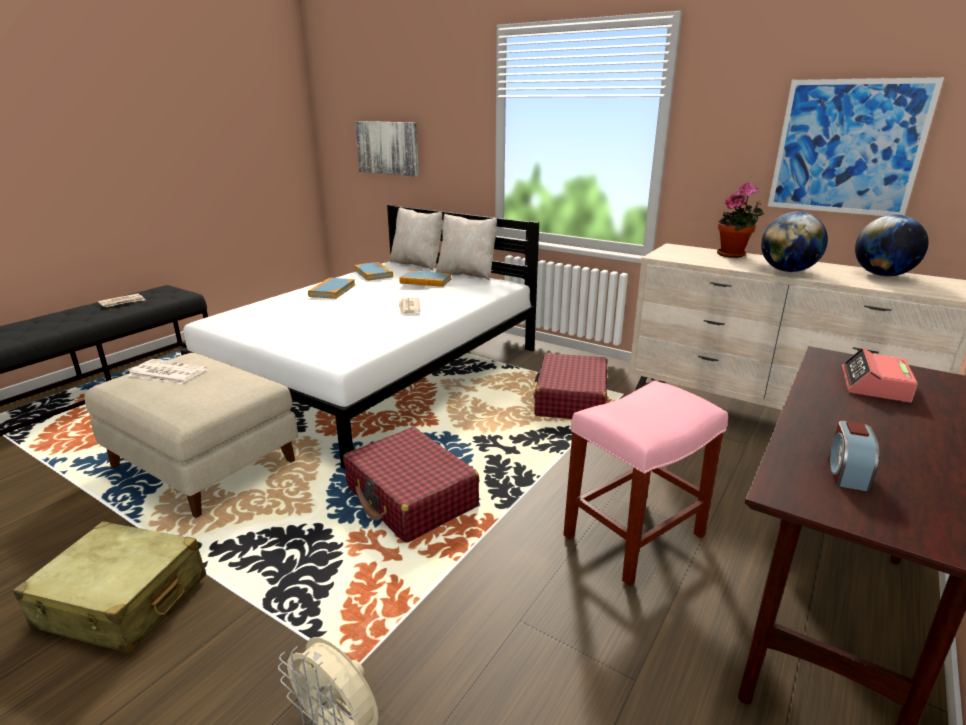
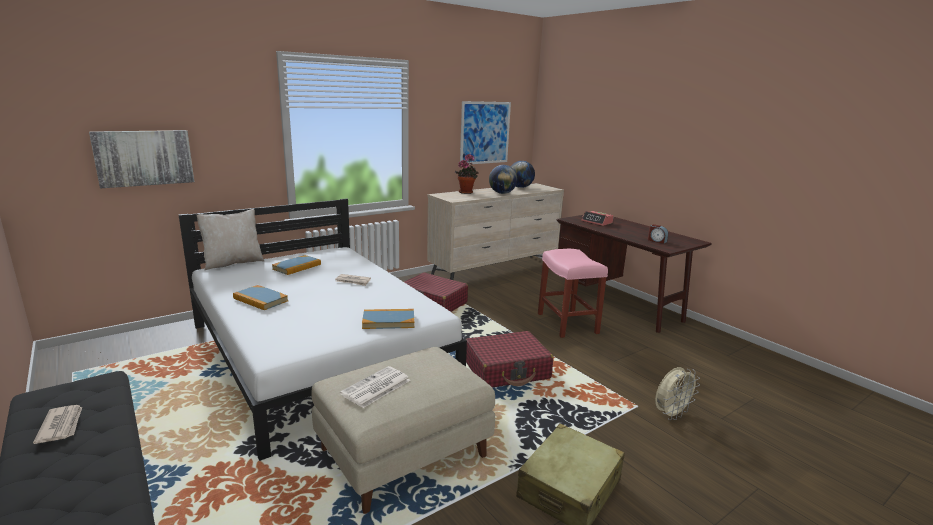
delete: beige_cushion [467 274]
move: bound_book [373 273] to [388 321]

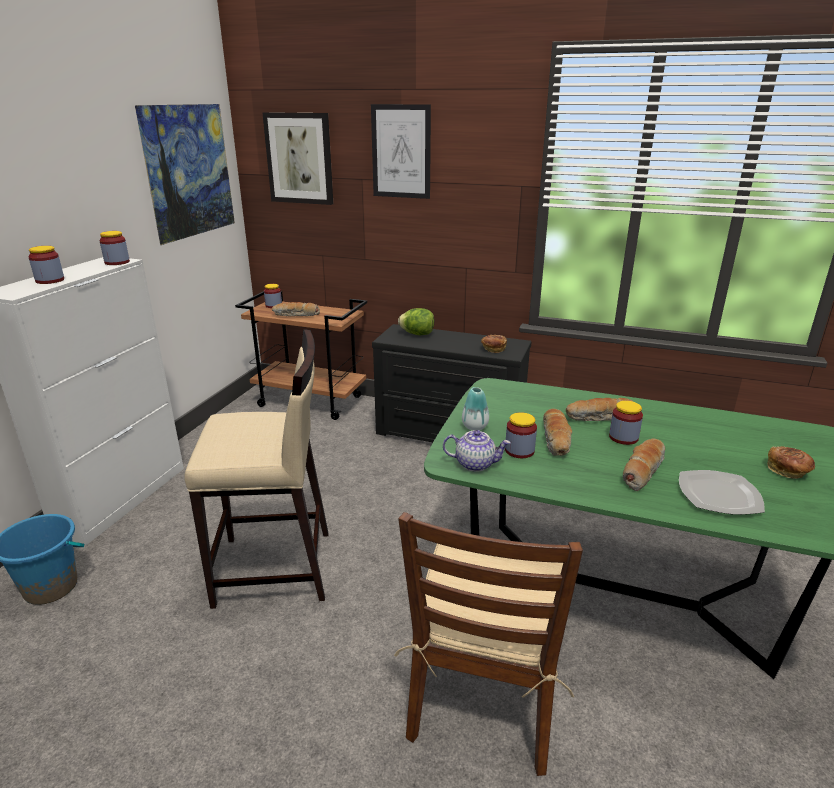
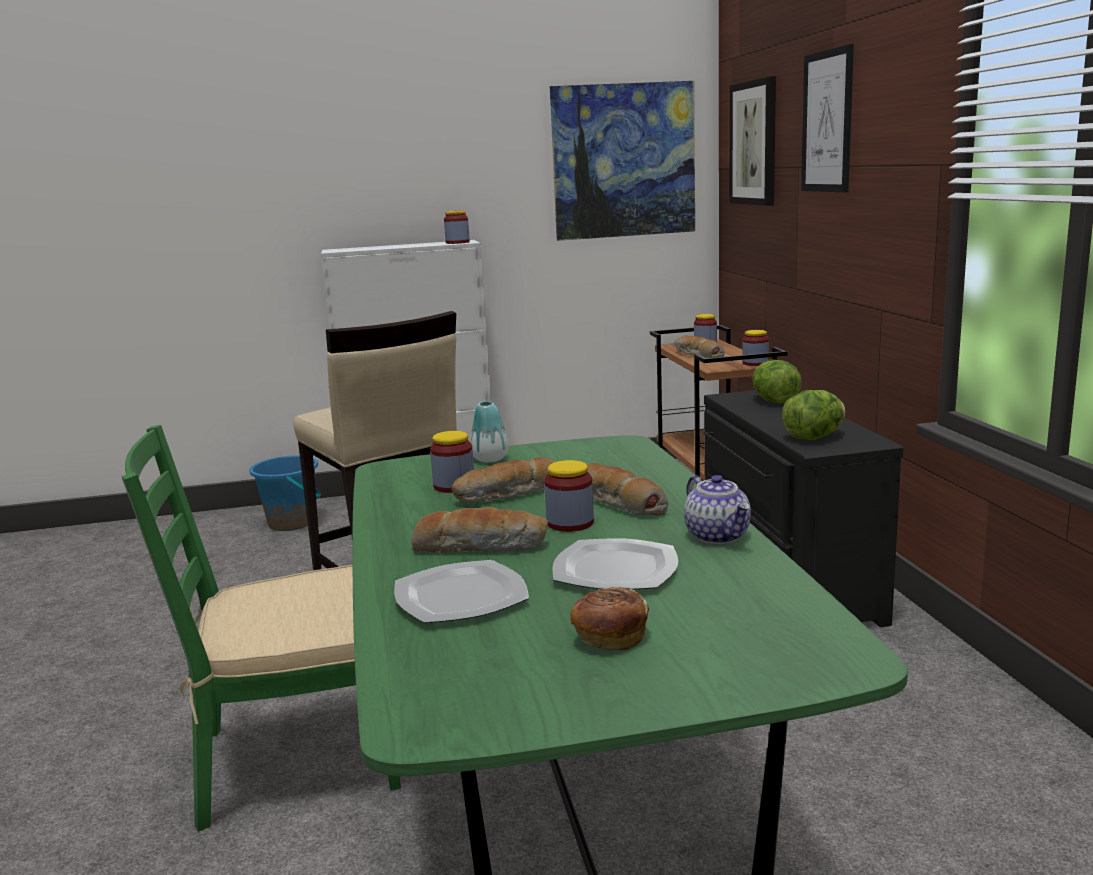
insert: flat_dish [614 569]
move: preserve_jar [50 280] to [755 363]; teapot [475 464] to [718 536]
replace: bread [493 349] to head_of_lettuce [813 437]
recolor: brown-coloured_plain_chair [486 693] to greenish_plain_chair [296 759]

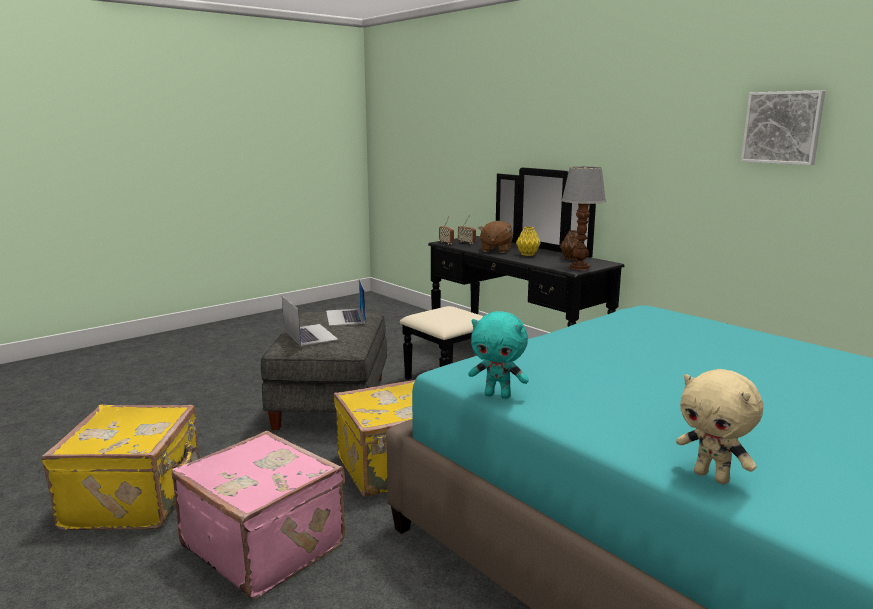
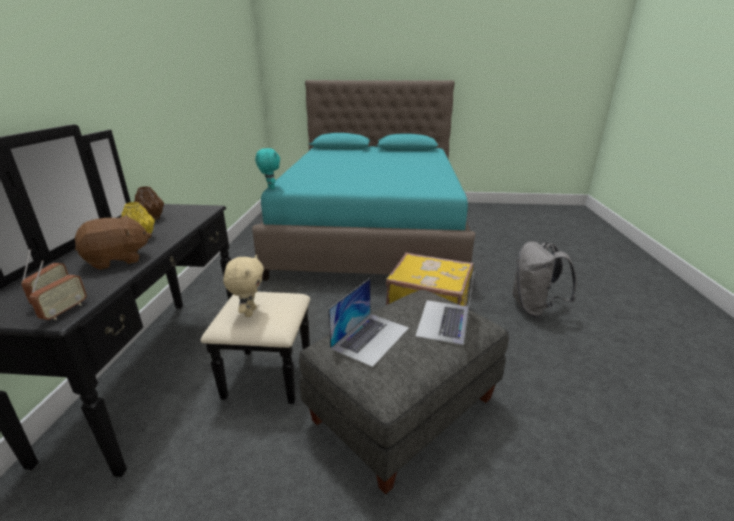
delete: yellow-coloured_suitcase [137 498]; table_lamp [579 267]; wall_picture [782 127]
move: turquoise-coloured_cuddly_toy [498 395] to [270 188]; beige_cuddly_toy [712 477] to [249 312]
replace: pink-coloured_suitcase [265 544] to grey_rucksack [534 308]

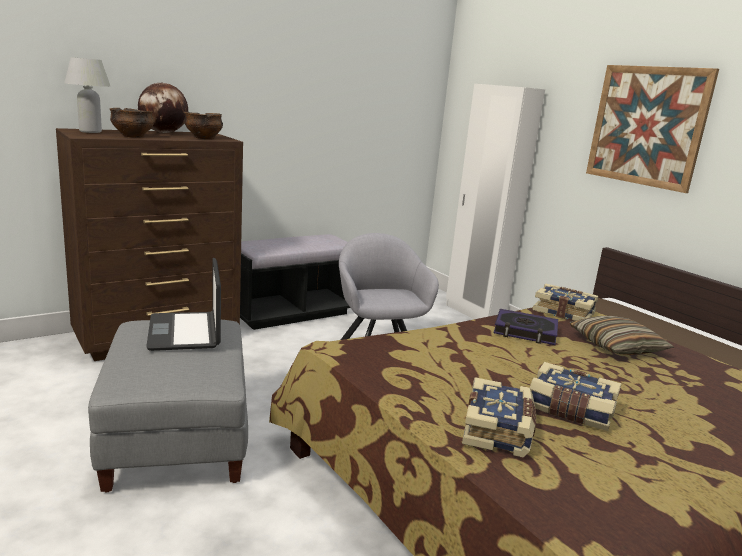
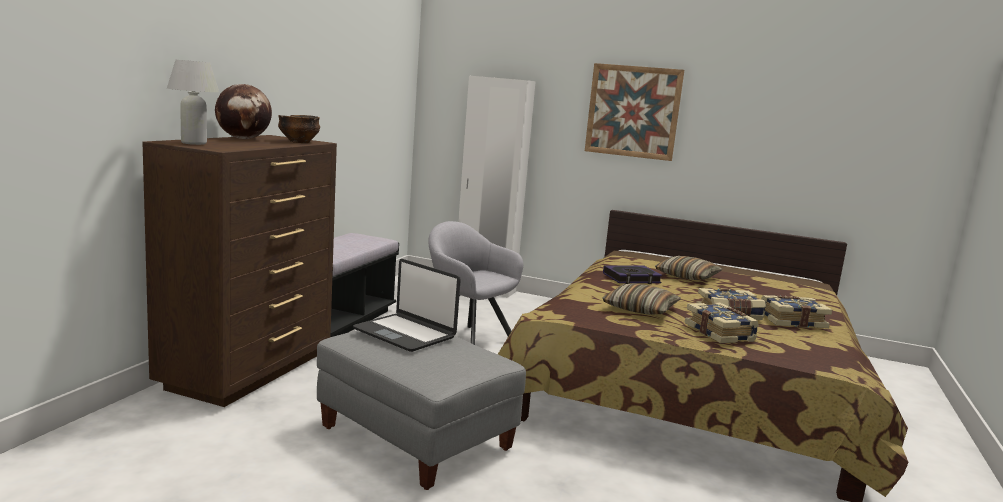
delete: deep_dish [133 136]
insert: cushion [640 309]
move: bound_book [564 312] to [791 321]

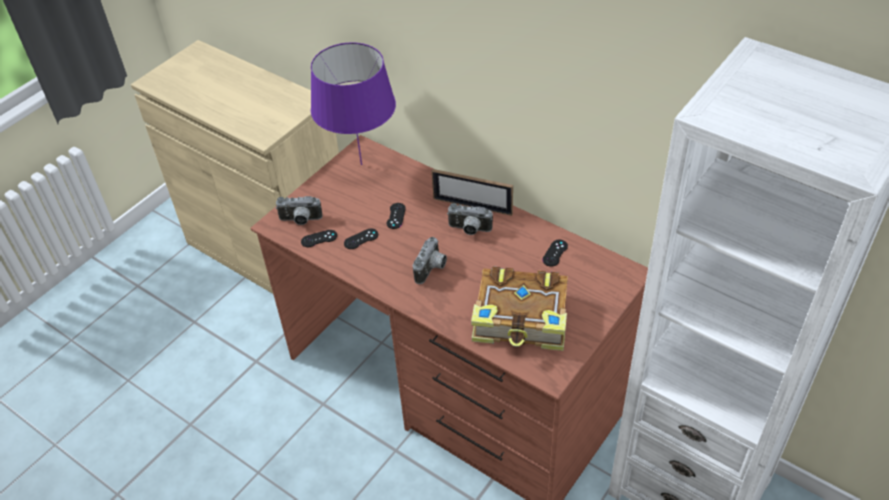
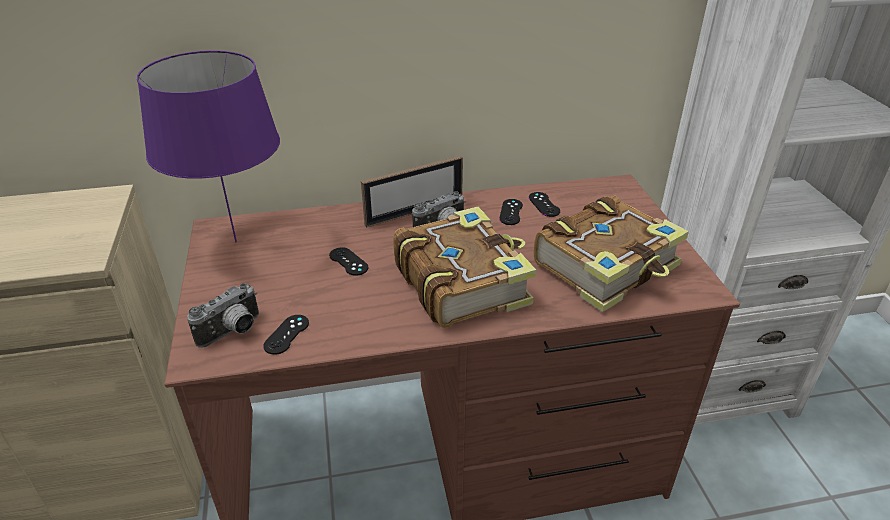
move: black_game_controller [361 239] to [511 212]
replace: still_camera [432 269] to bound_book [462 281]

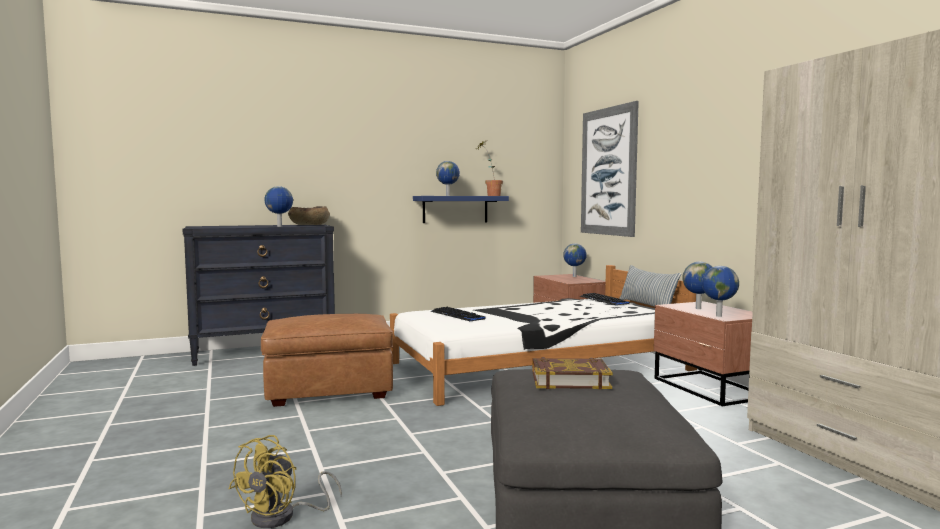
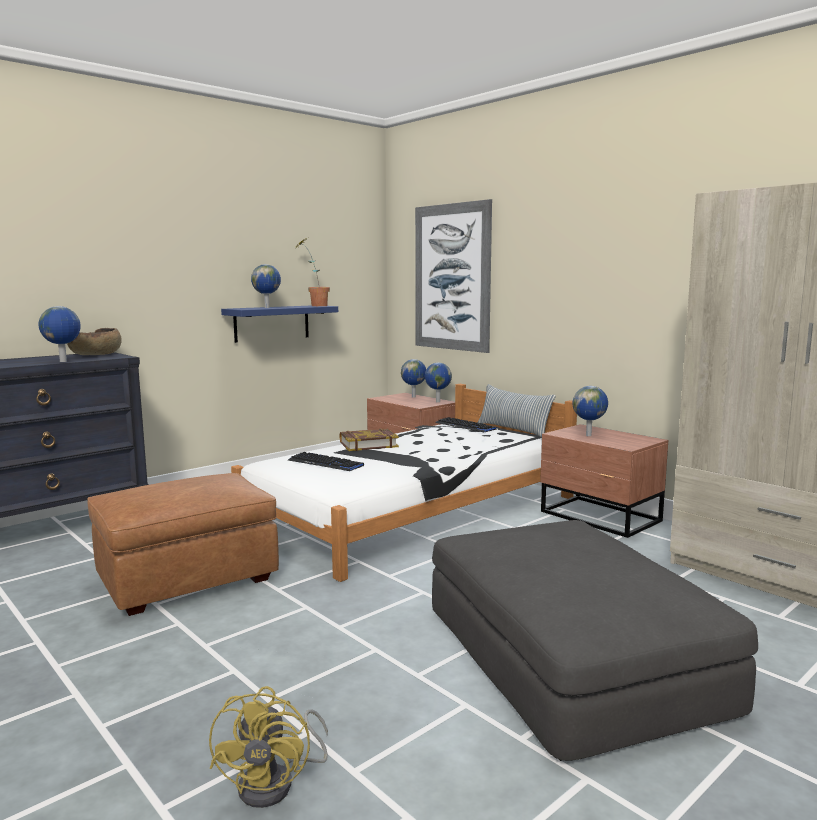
move: bound_book [569 380] to [368 444]; globe [718 316] to [437 401]

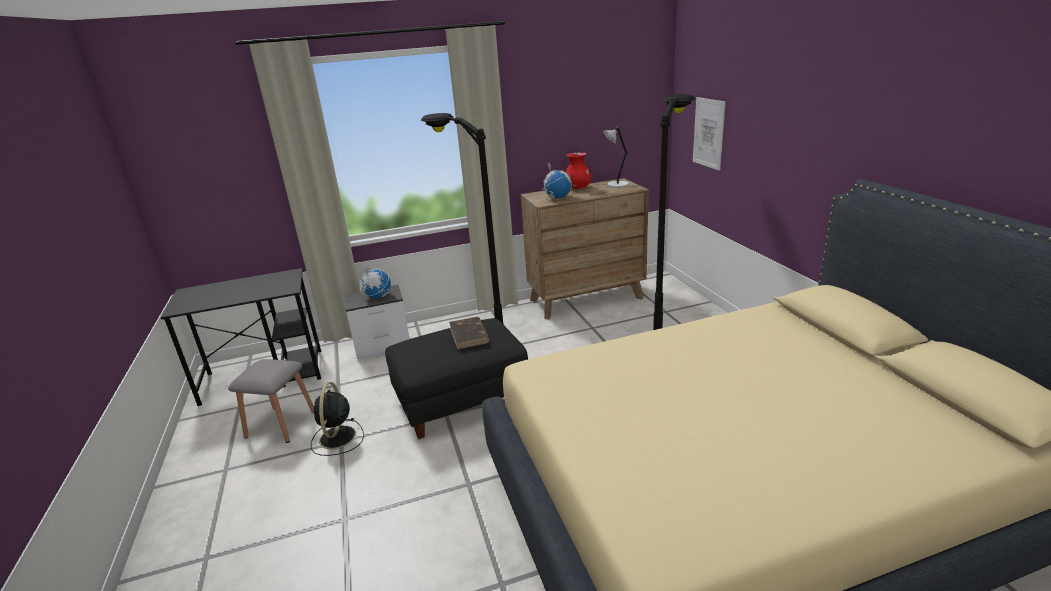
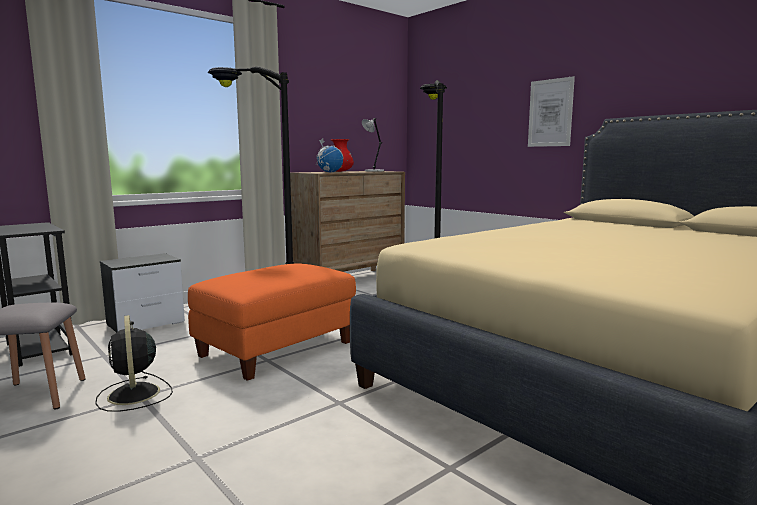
delete: globe [378 297]; brown-coloured_bound_book [469 335]
move: wall_picture [708 133] to [550 113]
recolor: black_ottoman [462 400] to orangey_ottoman [277 348]

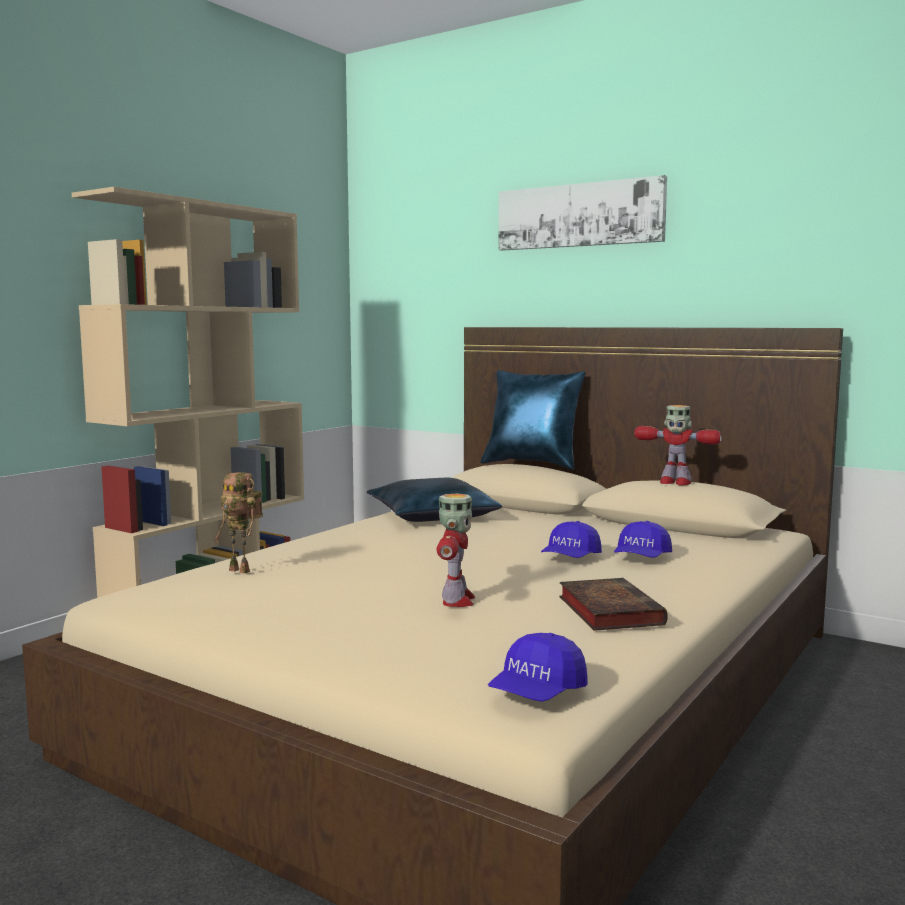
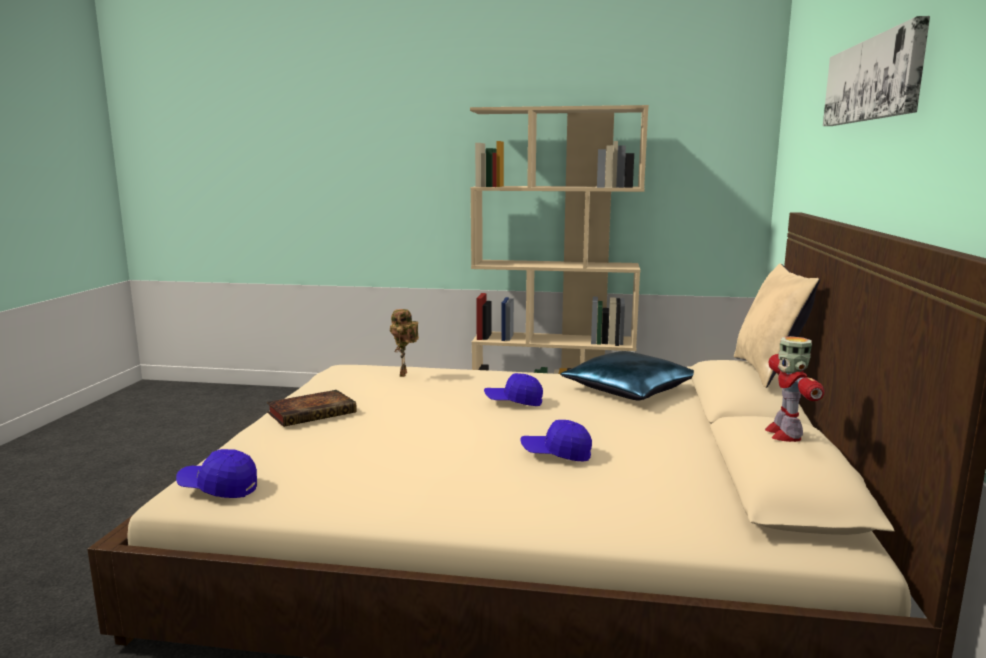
delete: robot_figure [456 600]
move: bound_book [607 610] to [313 412]; bluish_cap [641 558] to [513 402]
recolor: bluish_cushion [533 464] to beige_cushion [768 372]

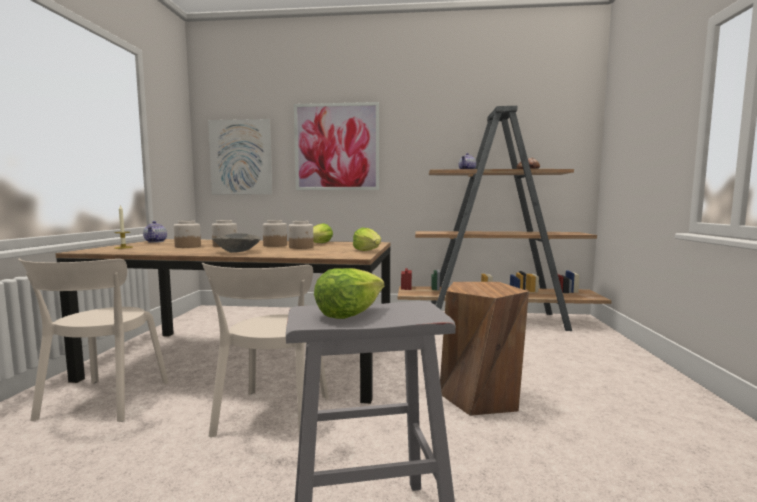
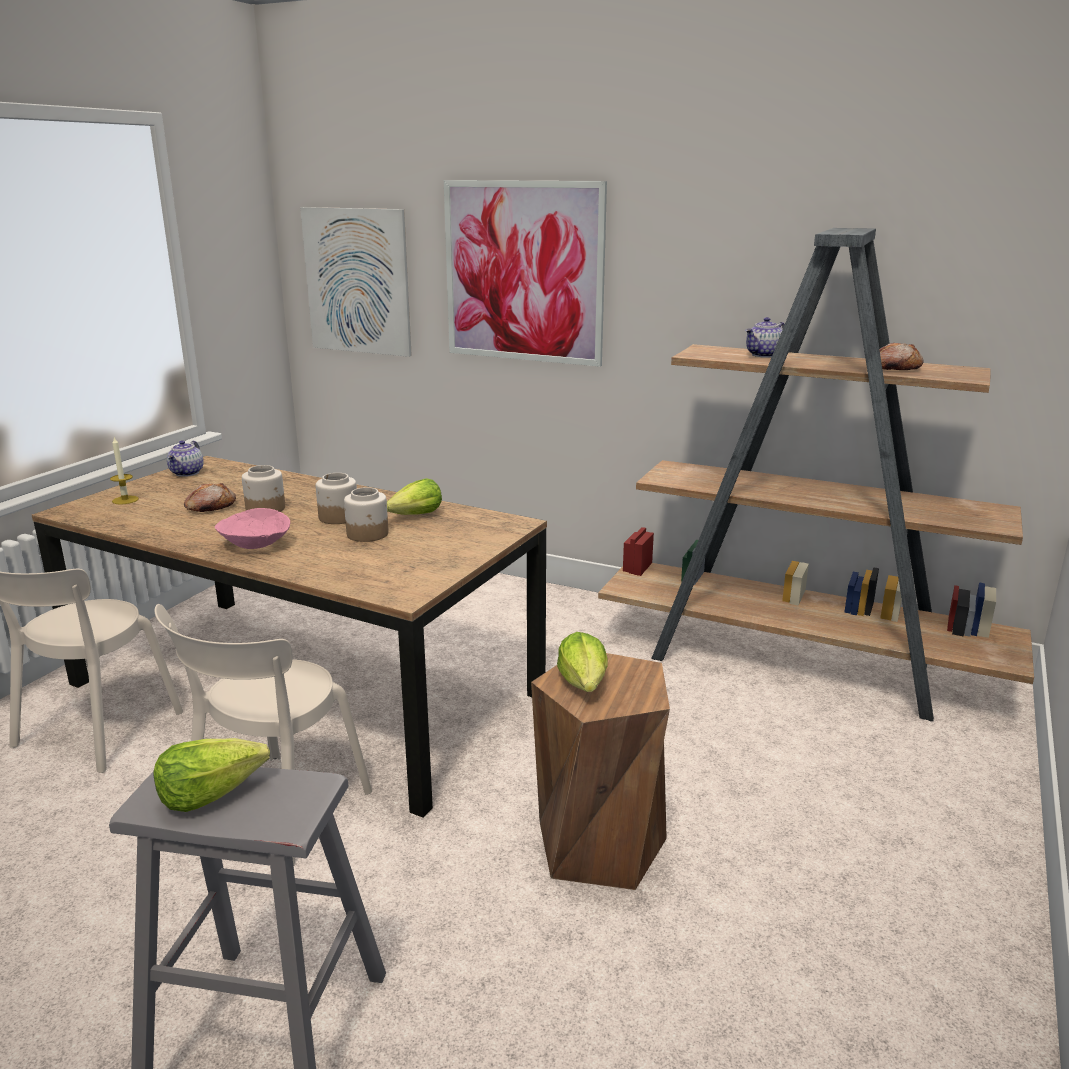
move: head_of_lettuce [368 251] to [584 683]
replace: preserve_jar [187 246] to bread [210 507]
recolor: grey_deep_dish [237 252] to pink-coloured_deep_dish [256 545]

